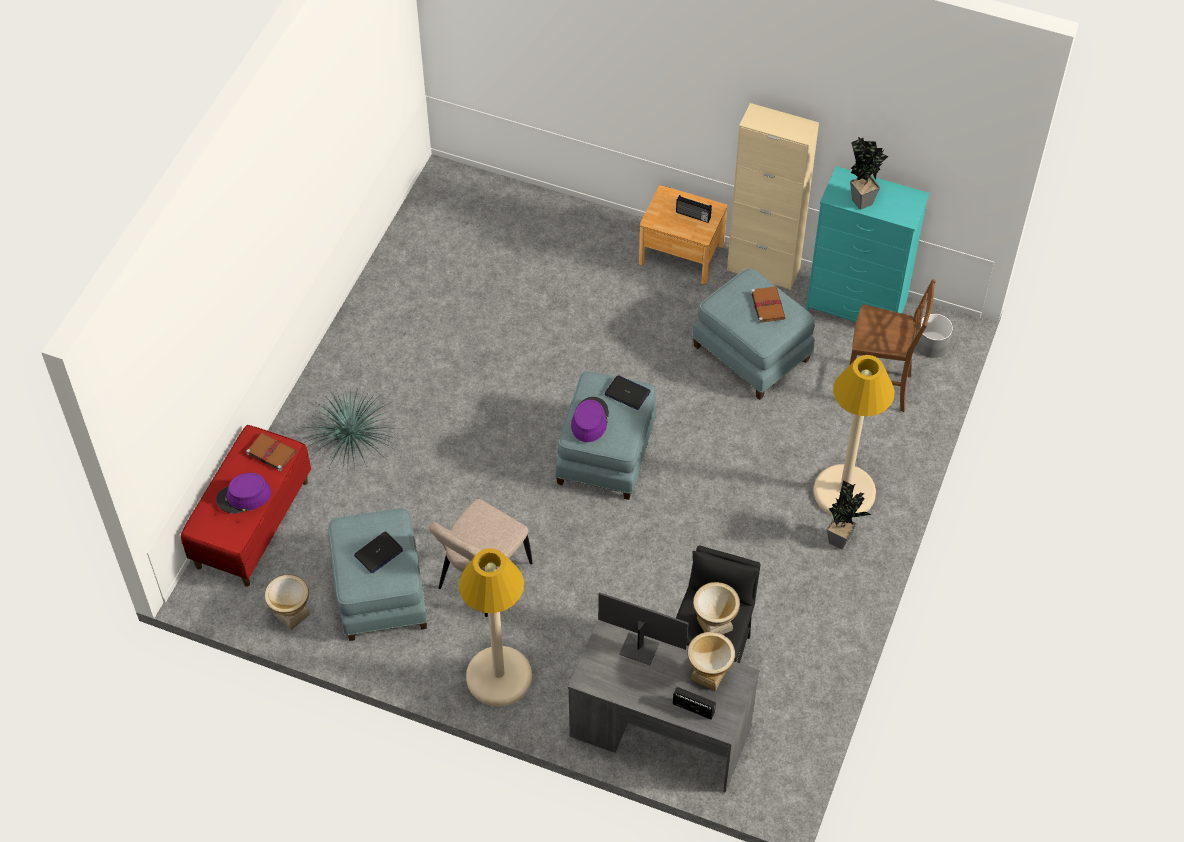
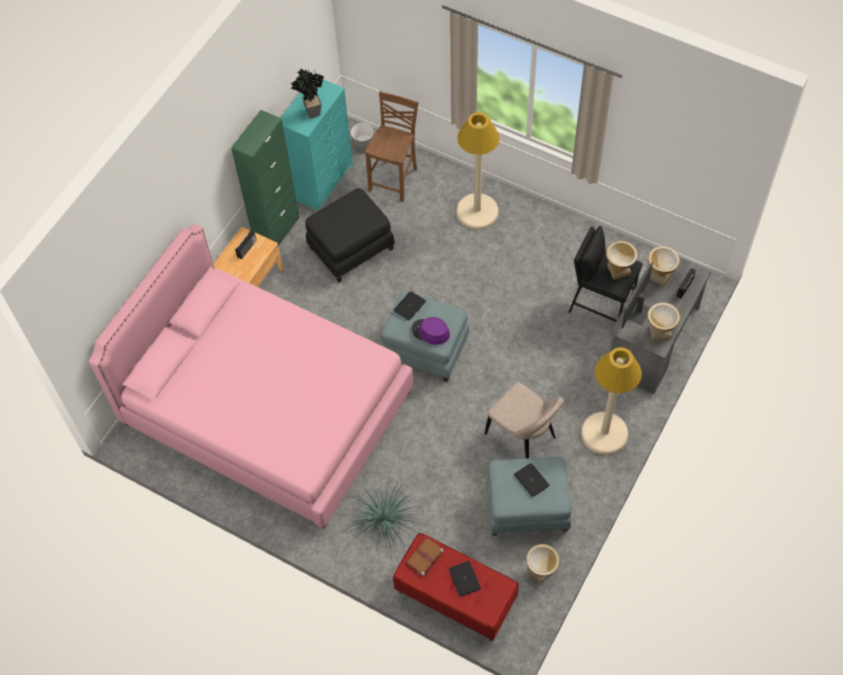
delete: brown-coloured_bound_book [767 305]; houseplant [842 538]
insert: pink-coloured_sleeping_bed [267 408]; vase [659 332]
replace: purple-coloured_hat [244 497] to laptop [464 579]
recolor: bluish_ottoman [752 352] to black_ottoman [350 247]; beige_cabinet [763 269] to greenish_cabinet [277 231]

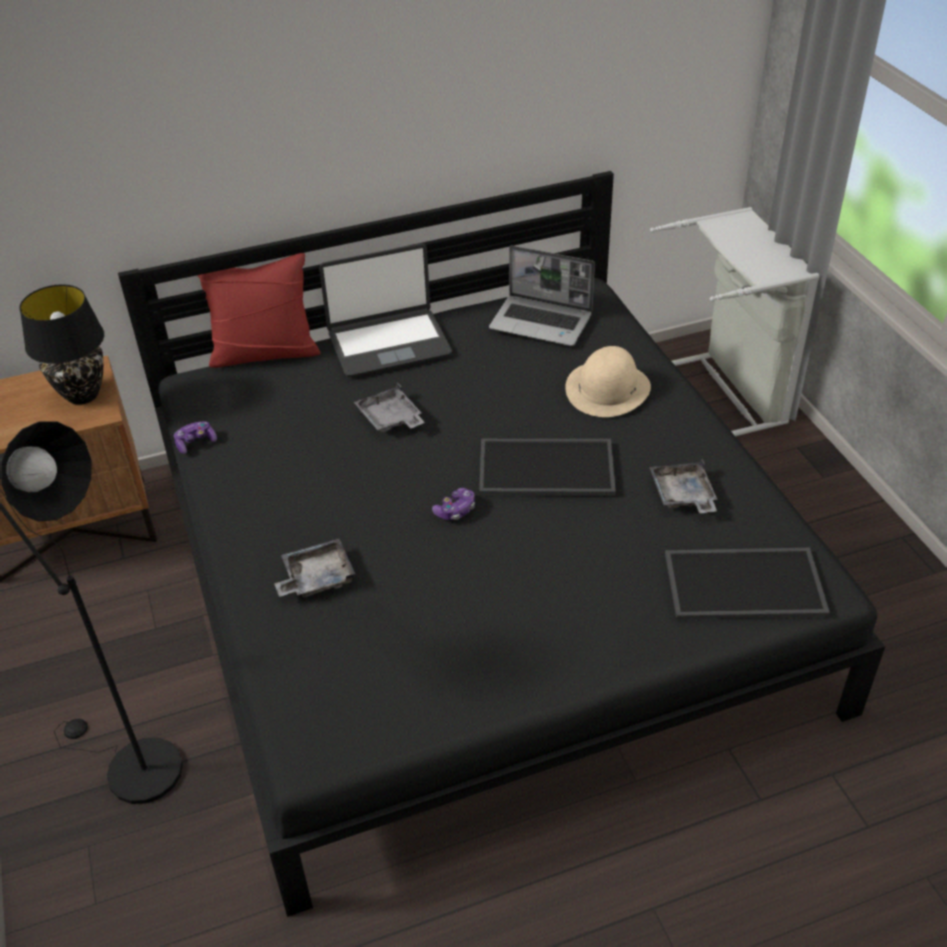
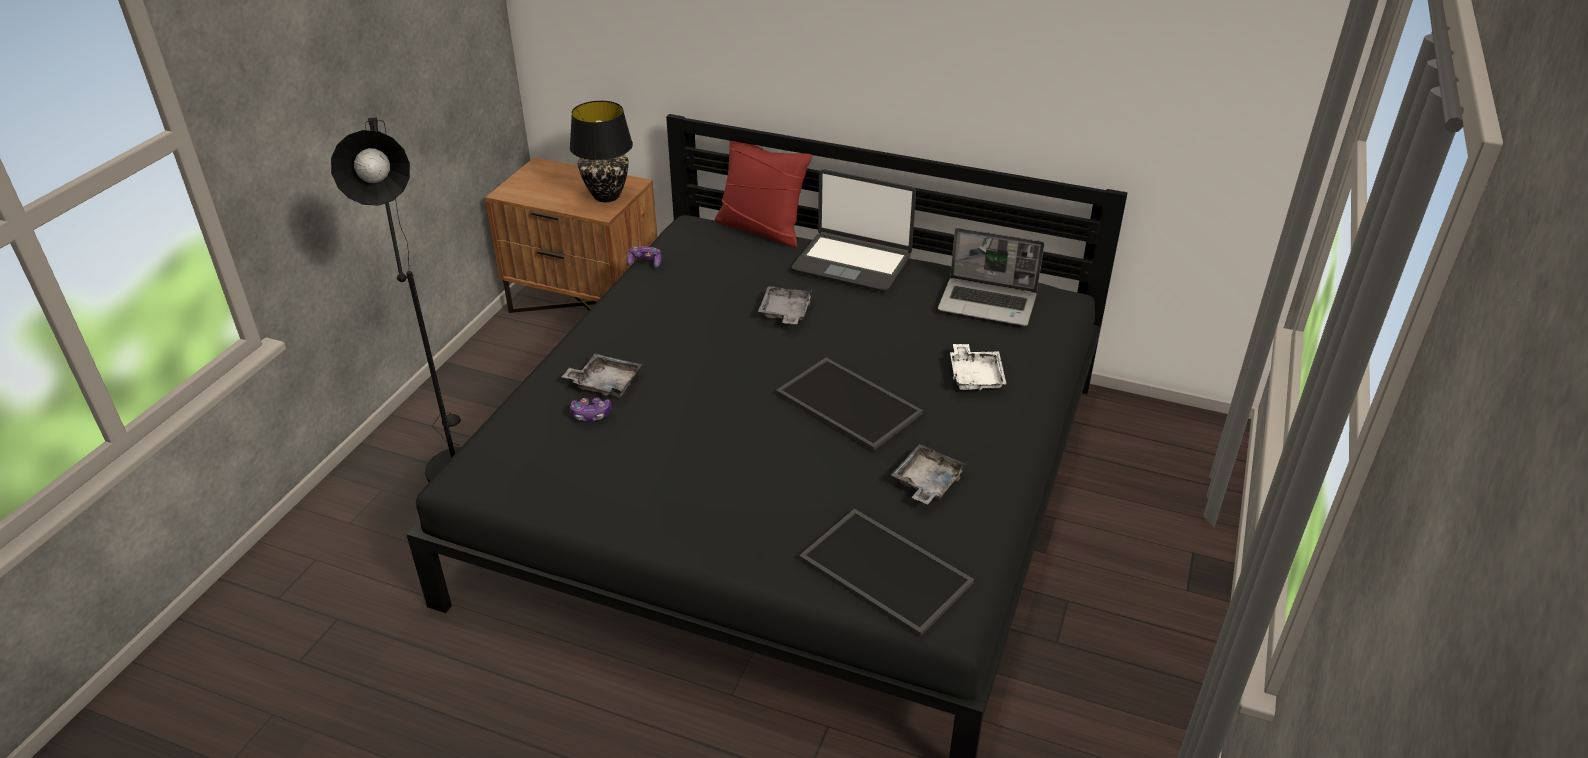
delete: grey_washing_basket [725 394]
move: game_controller [455 510] to [591 415]
replace: beige_hat [607 388] to whitish_serving_tray [975 376]
rotate: laptop [542 322] = [988 303] 45 degrees counterclockwise

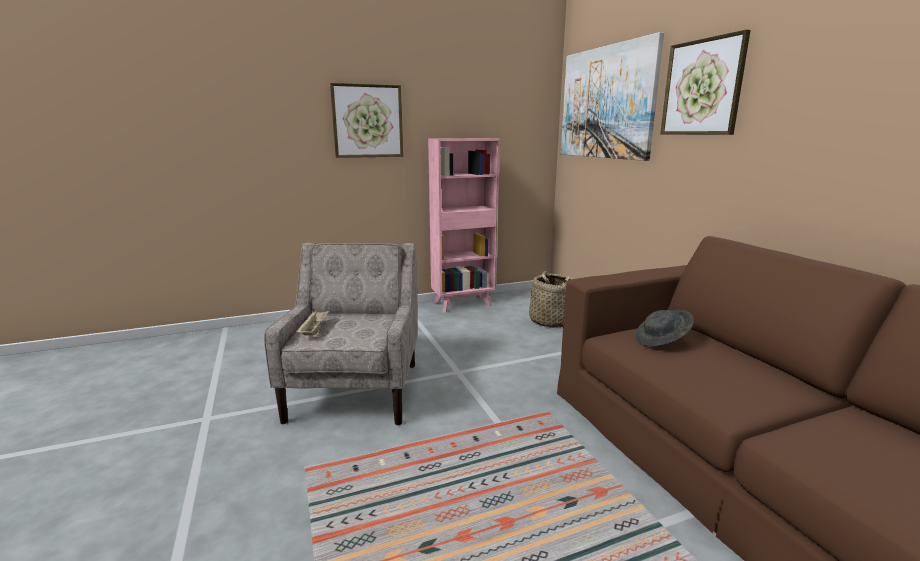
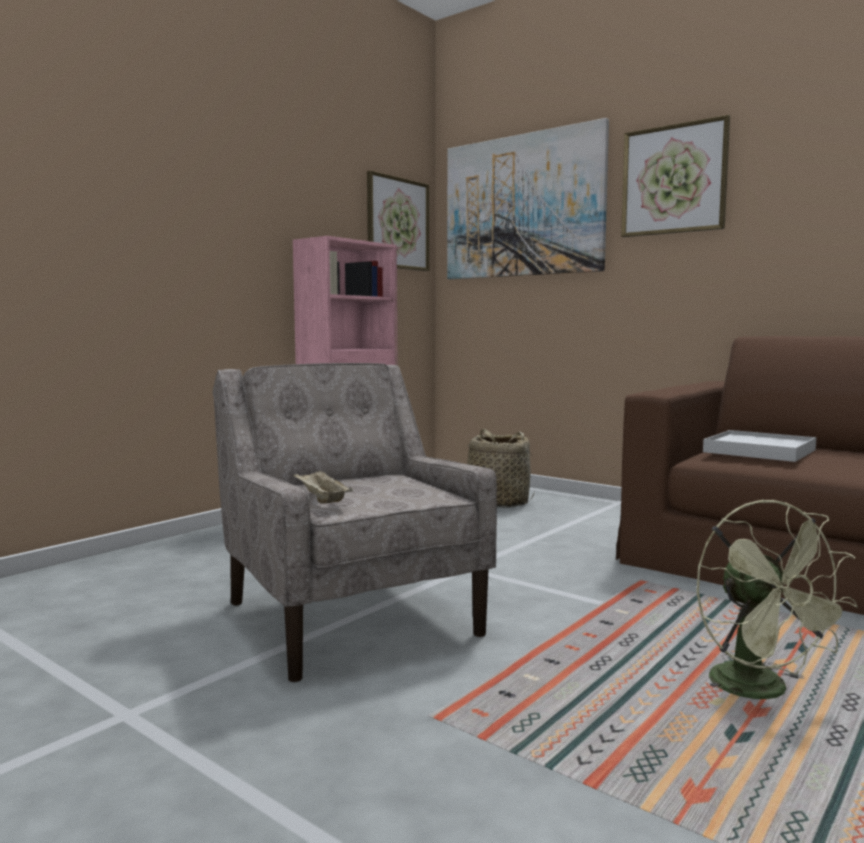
insert: greenish_electric_fan [762 691]
move: wall_picture [367 121] to [397 223]
replace: grey_hat [662 341] to whitish_serving_tray [759 451]

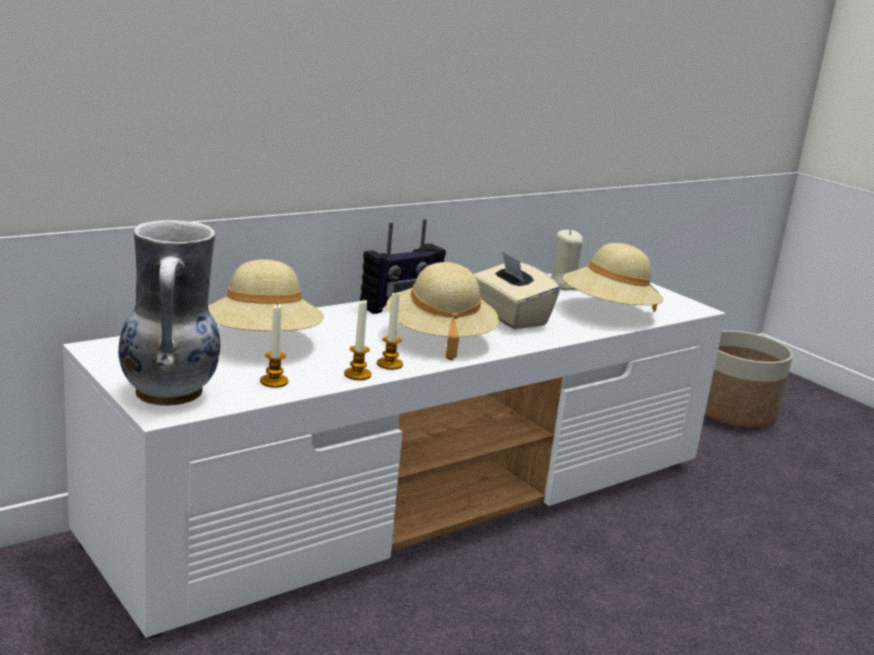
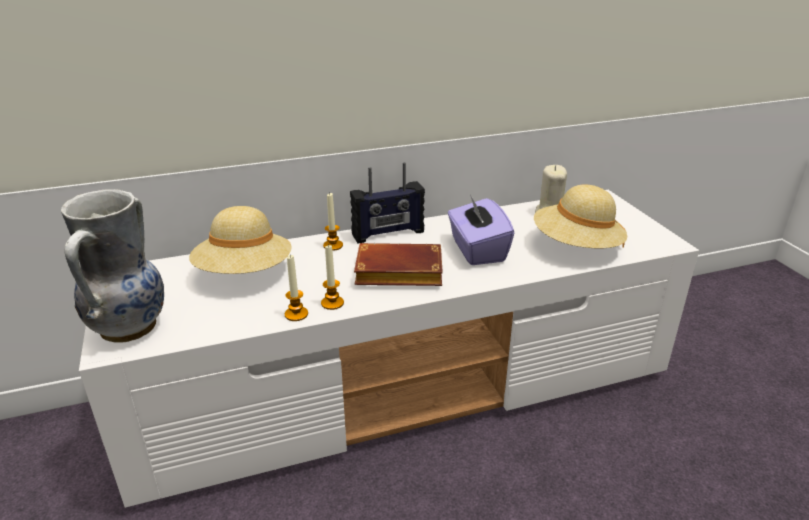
delete: flower_pot [734 412]
move: wax_candle [274 381] to [333 245]
replace: beige_hat [439 338] to brown-coloured_bound_book [396 274]
recolor: beige_tissue_holder [509 317] to purple-coloured_tissue_holder [477 250]

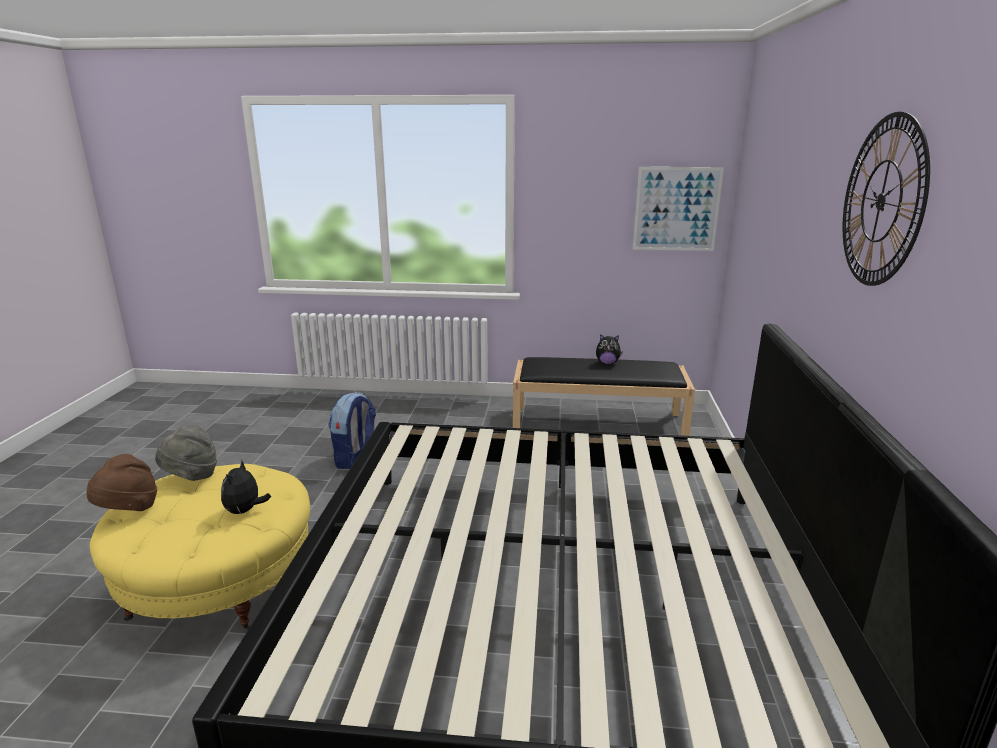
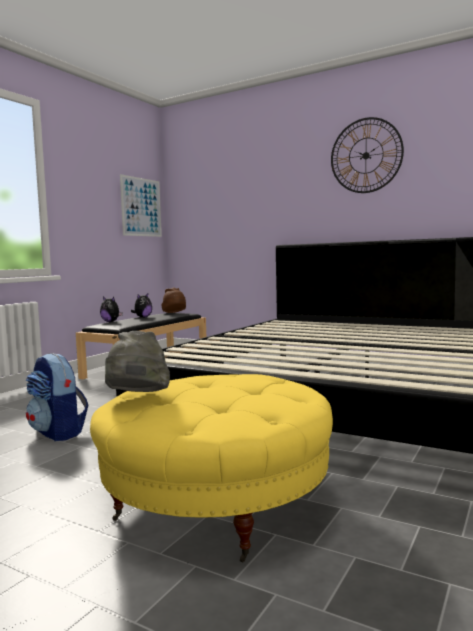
move: brown-coloured_hat [128 510] to [175 313]; cuddly_toy [245 511] to [111 322]

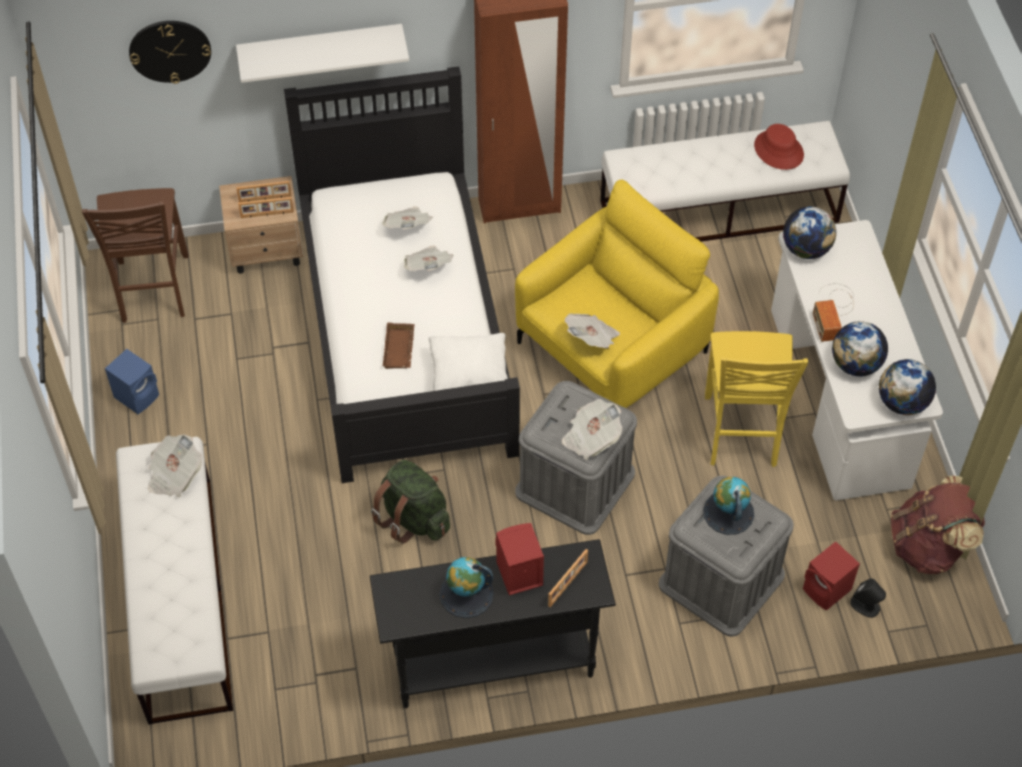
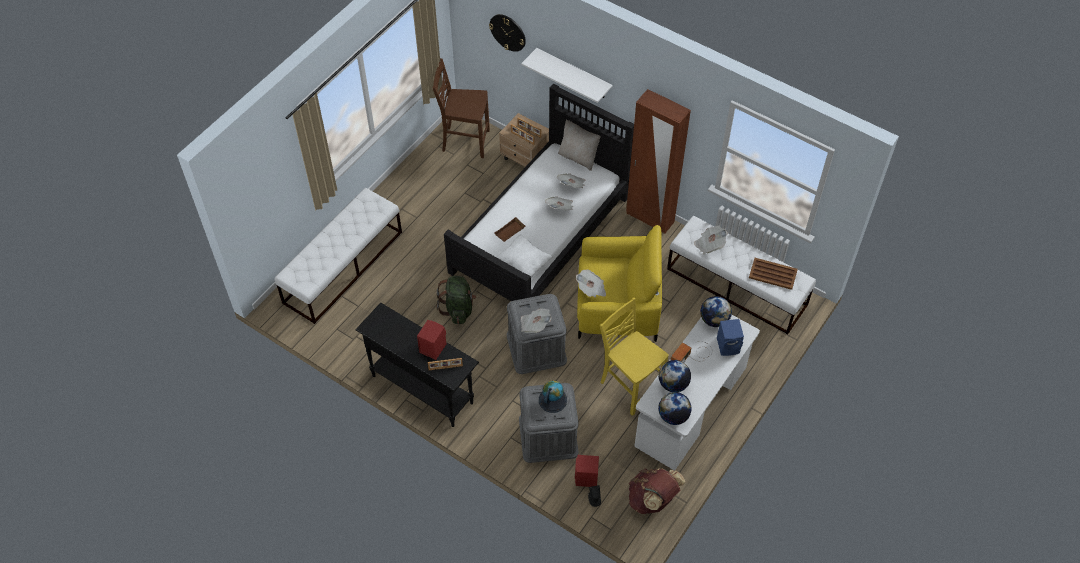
delete: globe [466 594]
insert: beige_cushion [578 157]
move: bluish_audio_speaker [138 395] to [729 346]; printed_paper [174 475] to [709 244]
replace: reddish_hat [778 150] to brown-coloured_serving_tray [772 274]
rotate: brown-coloured_plain_chair [152 290] = [464 141] 60 degrees clockwise; yellow-coloured_plain_chair [741 432] = [629 386] 90 degrees clockwise

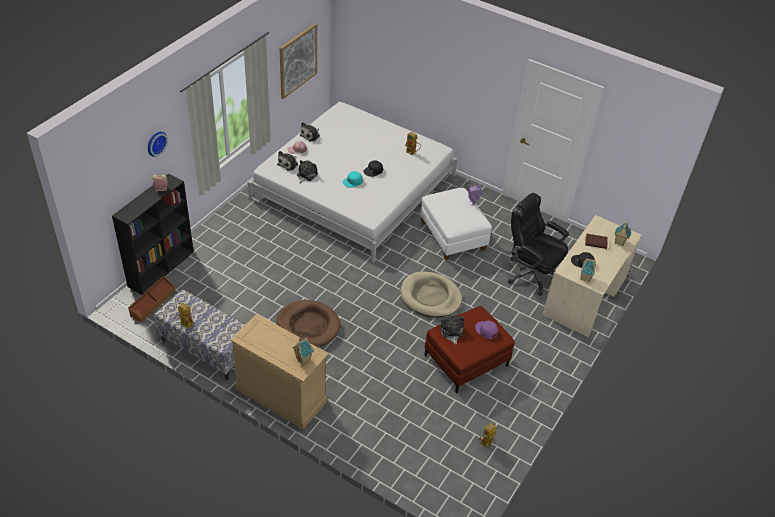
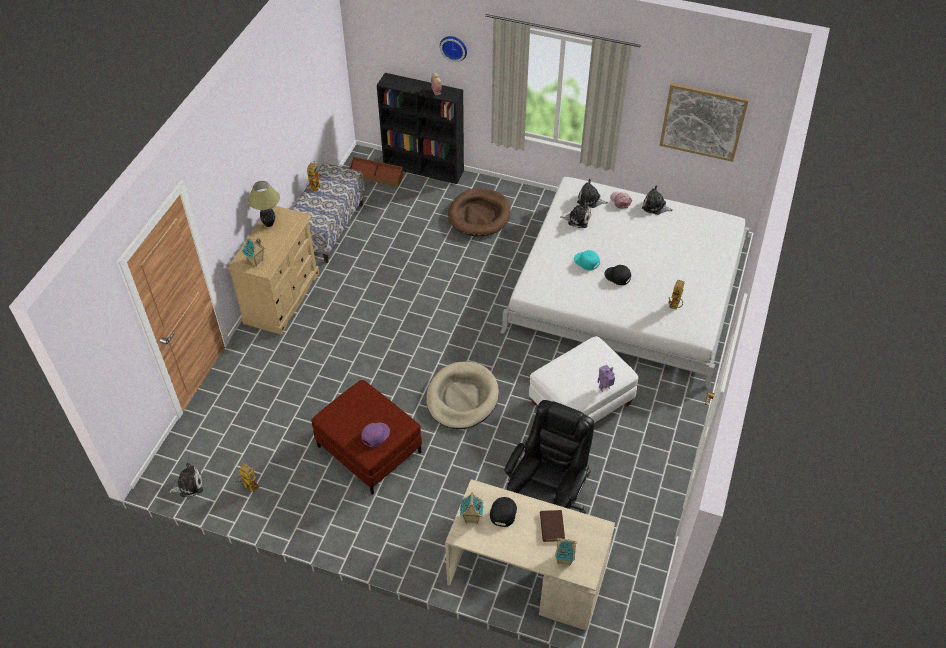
insert: table_lamp [269 224]
move: brown-coloured_dog_cushion [308 326] to [479 215]; cuddly_toy [451 332] to [188 485]

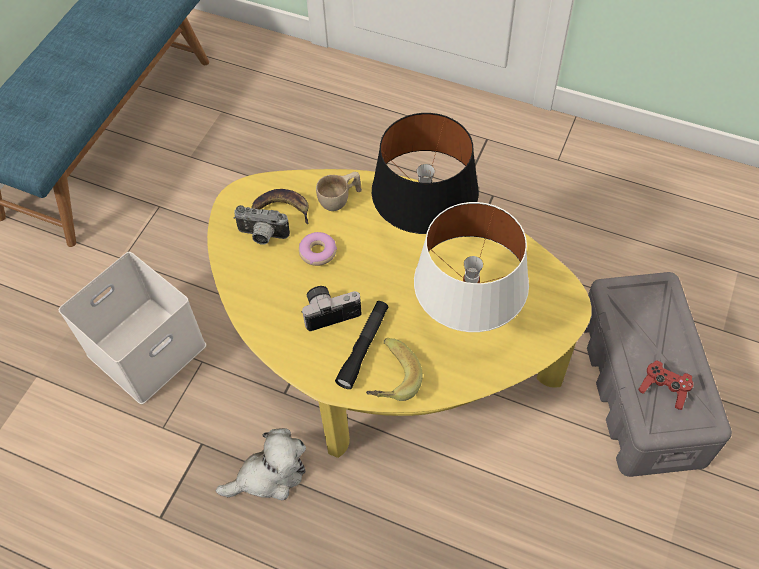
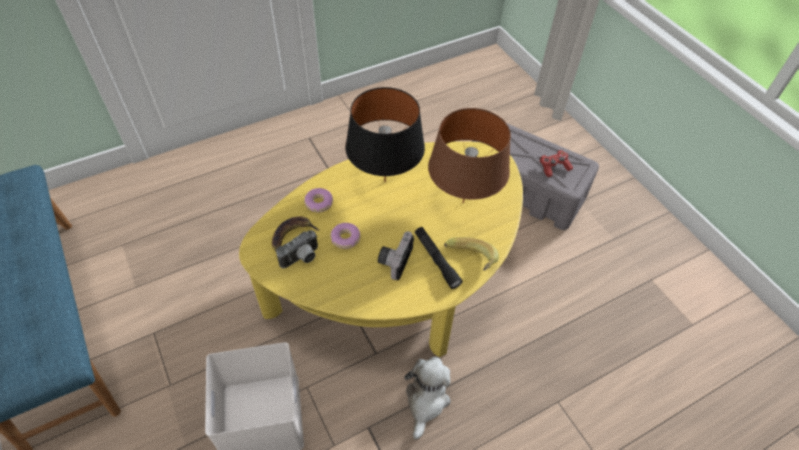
replace: beige_cup [340 200] to doughnut [319 203]
recolor: whitish_table_lamp [466 320] to brown-coloured_table_lamp [462 202]

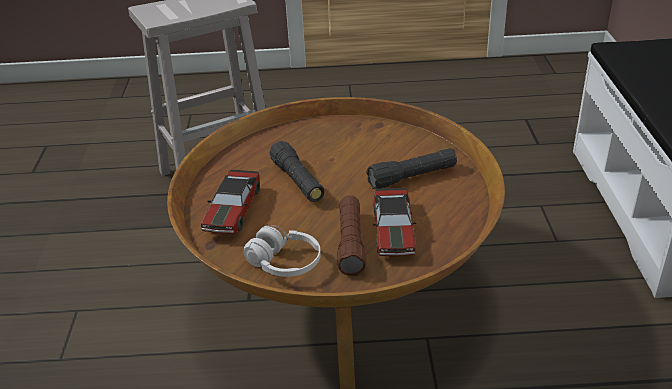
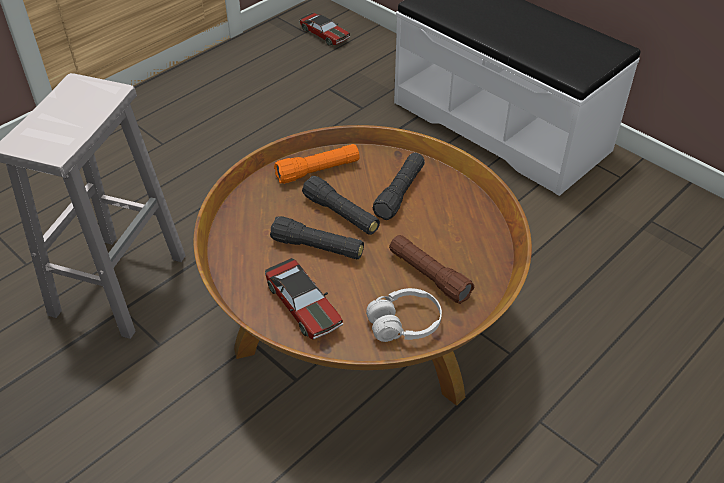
insert: orangey_flashlight [318 171]; black_flashlight [341 214]
move: model_car [393 231] to [324 34]

